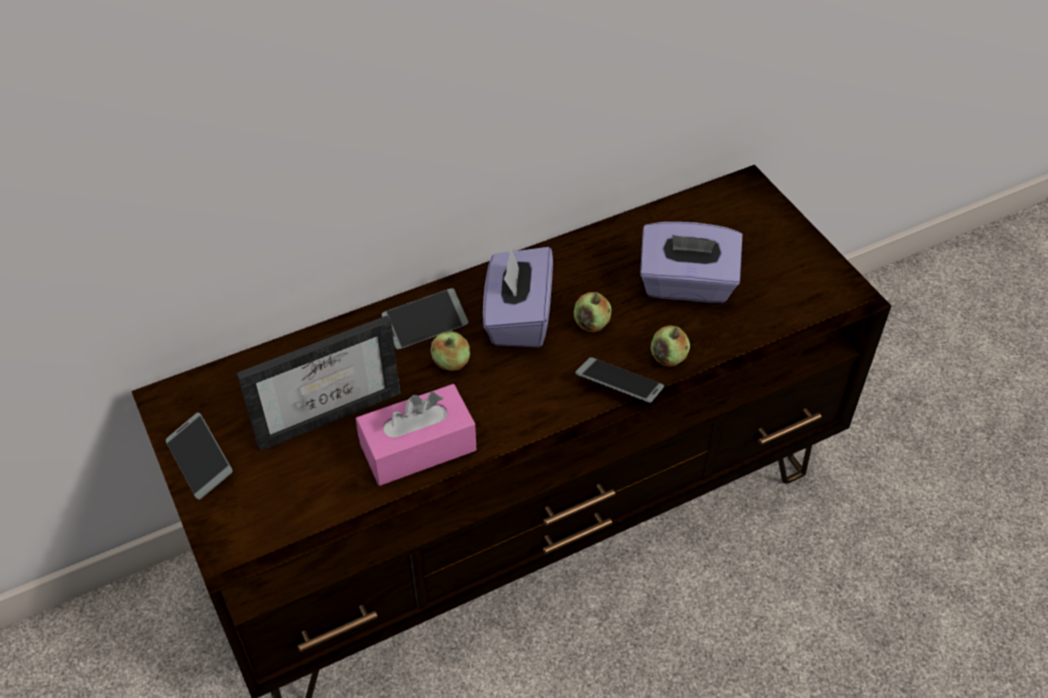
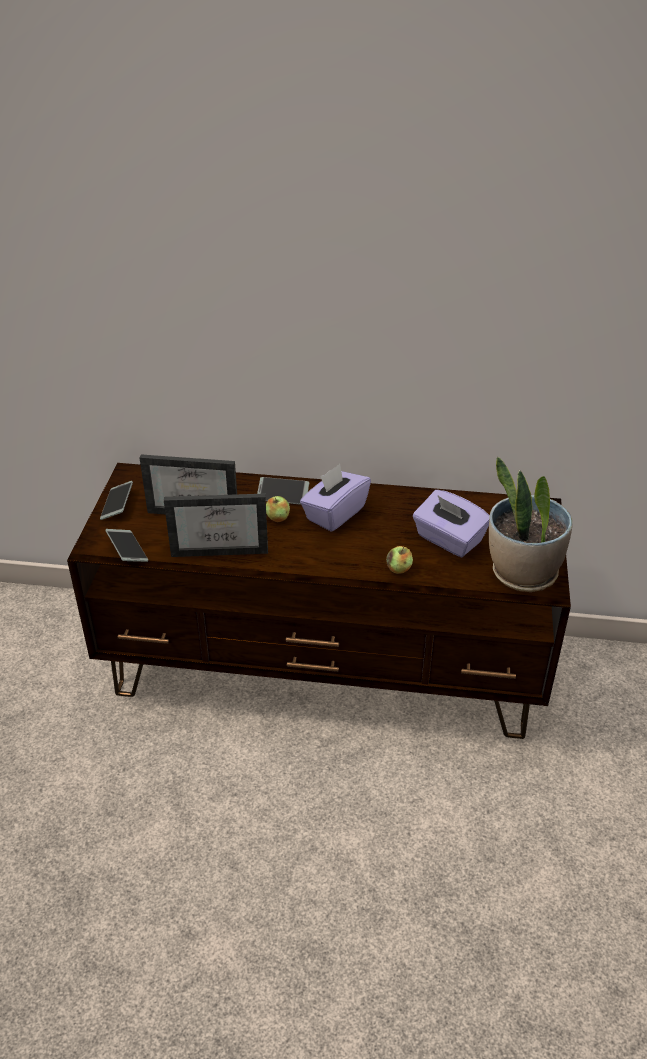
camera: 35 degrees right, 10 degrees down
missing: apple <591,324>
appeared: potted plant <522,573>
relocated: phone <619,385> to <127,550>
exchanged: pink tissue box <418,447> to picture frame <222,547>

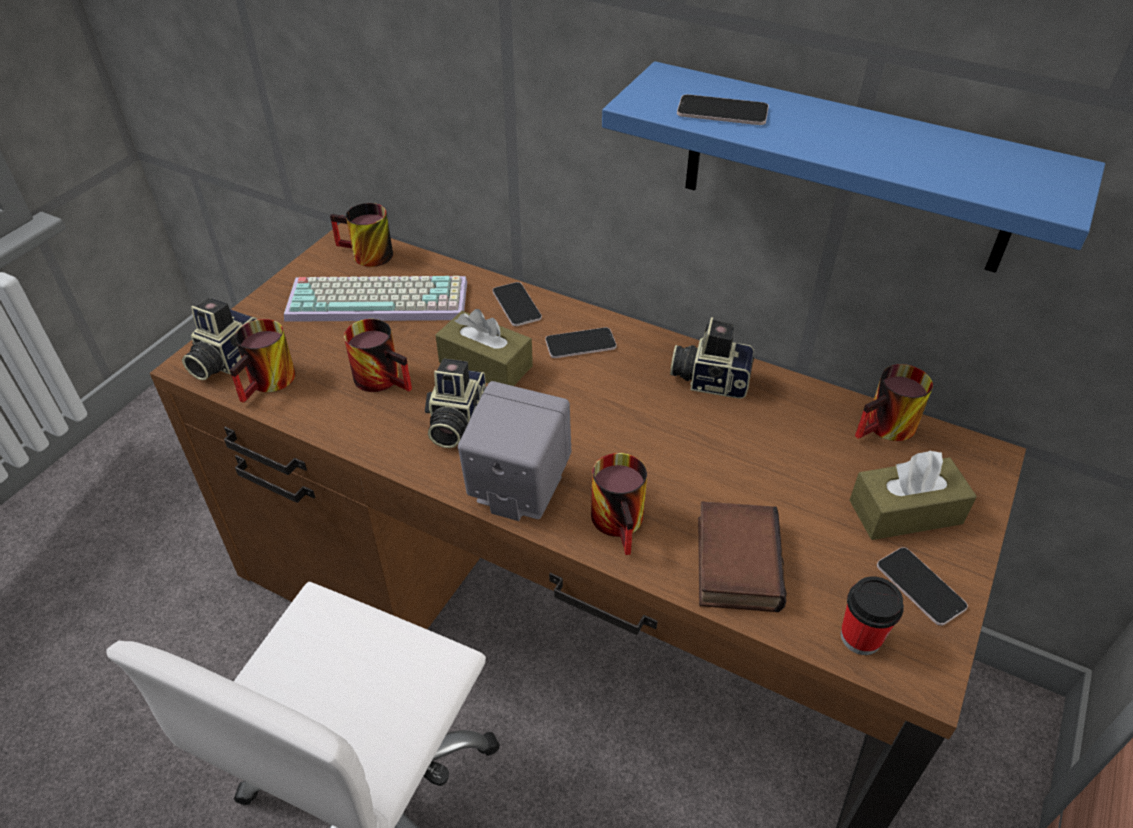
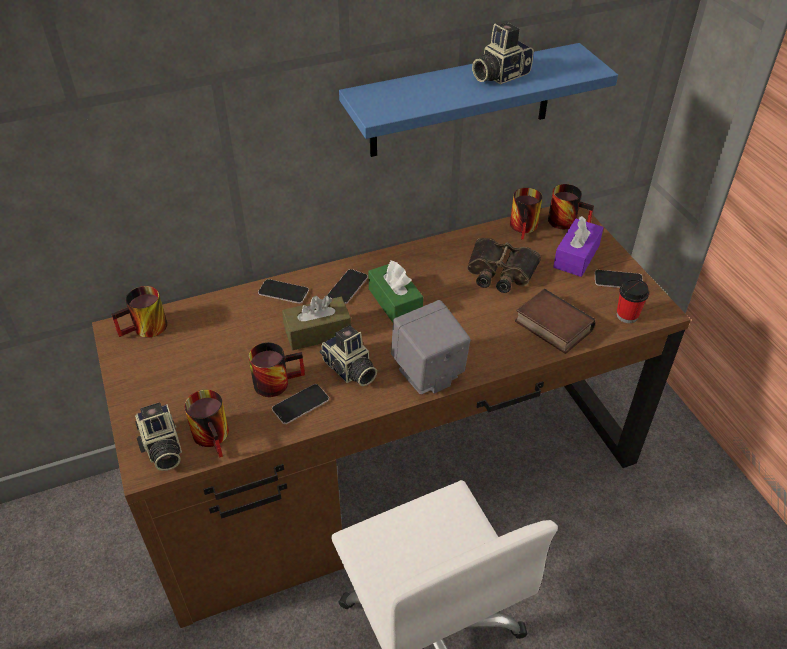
camera: 50 degrees left, 0 degrees up
missing: keyboard <380,299>
appeared: green tissue box <395,302>; binoculars <499,272>
relocated: phone <722,112> to <300,404>; photo camera <710,379> to <499,75>; mug <623,523> to <568,221>
colour: brown tissue box <905,512> to purple tissue box <576,256>

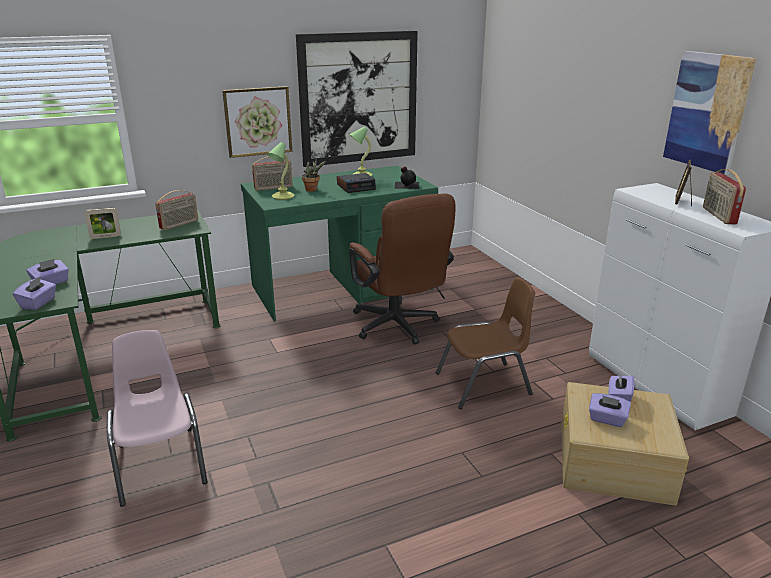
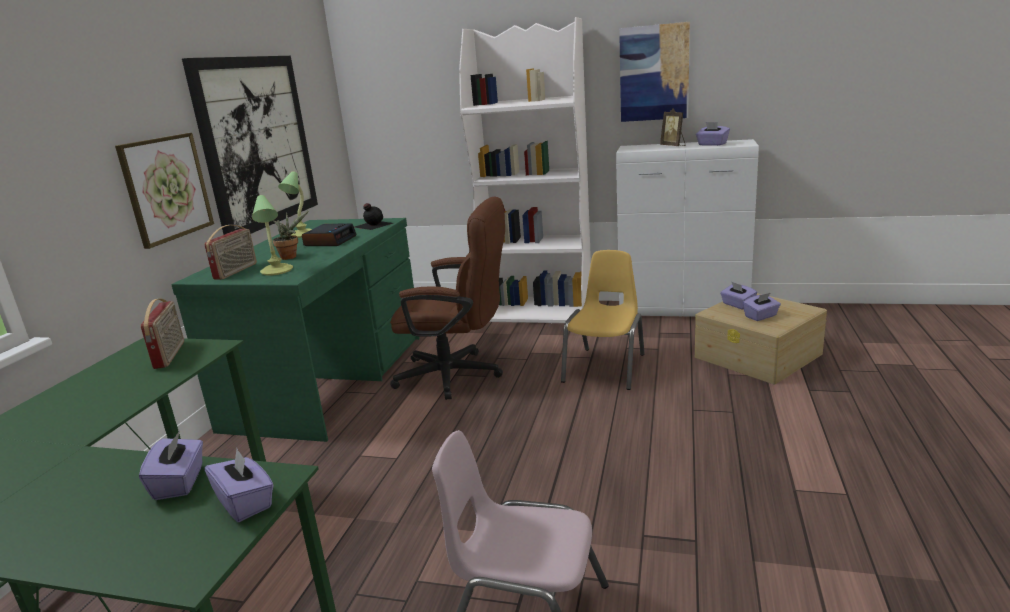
camera: 50 degrees left, 5 degrees down
missing: picture frame <105,237>
appeared: white bookcase <539,311>
exchanged: radio <718,216> to purple tissue box <712,144>
colour: brown chair <484,384> to yellow chair <605,368>

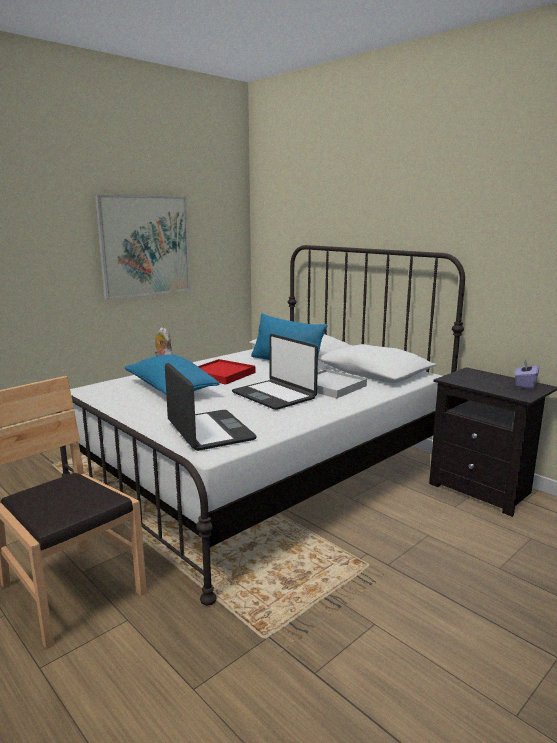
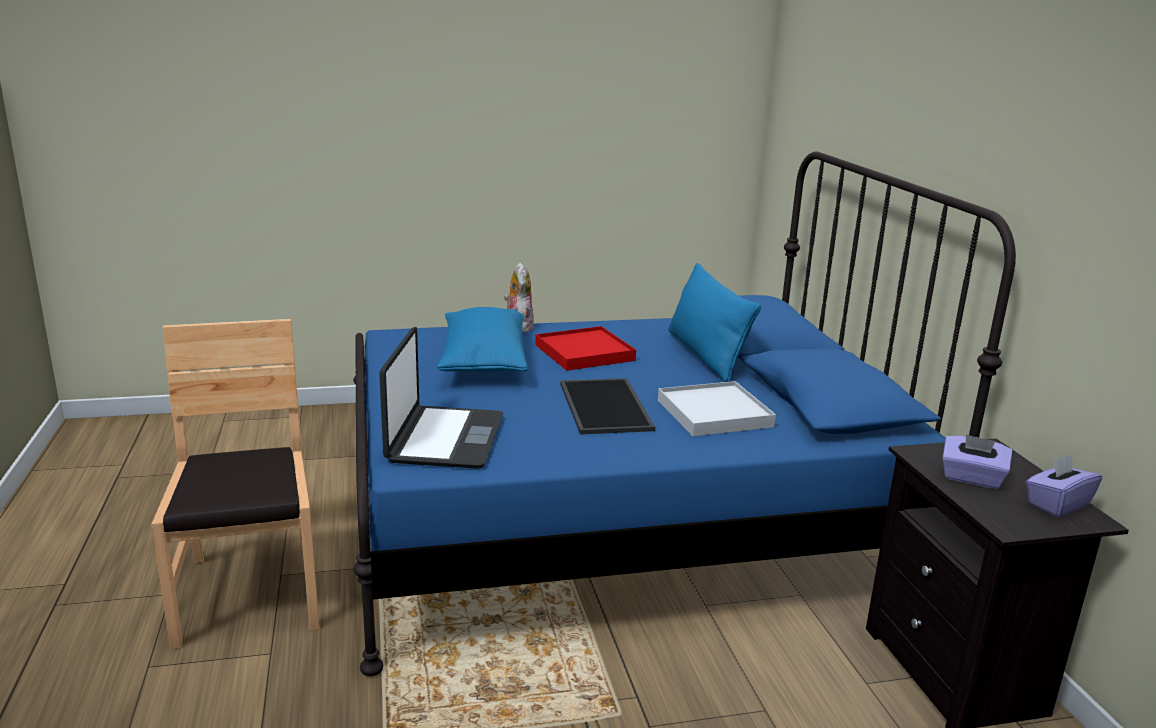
camera: 30 degrees right, 5 degrees up
missing: picture <145,246>
appeared: purple tissue box <971,479>
exchanged: laptop <274,395> to tray <607,407>
colour: white bed <264,473> to blue bed <618,521>

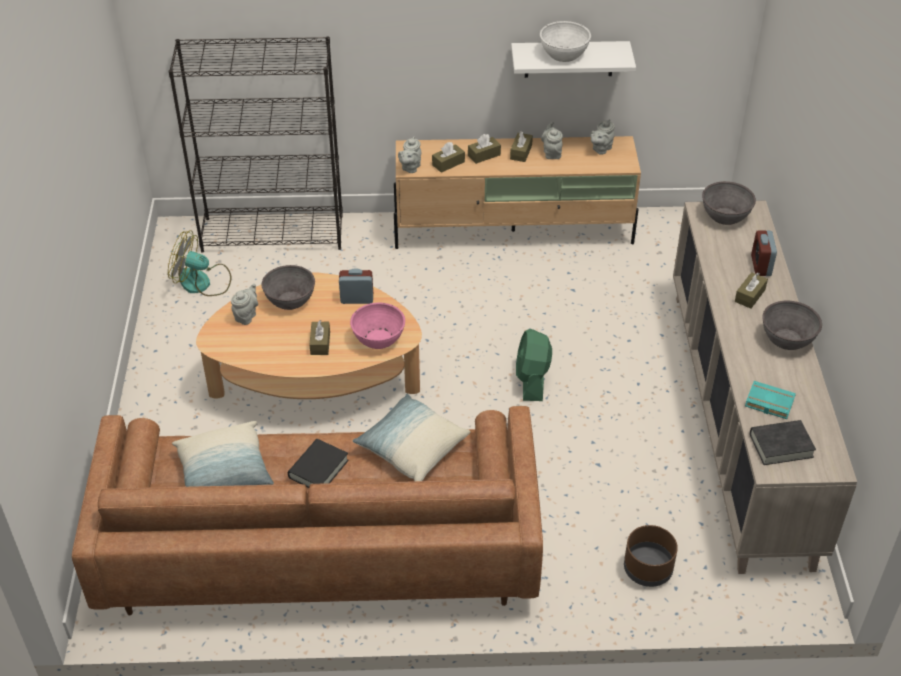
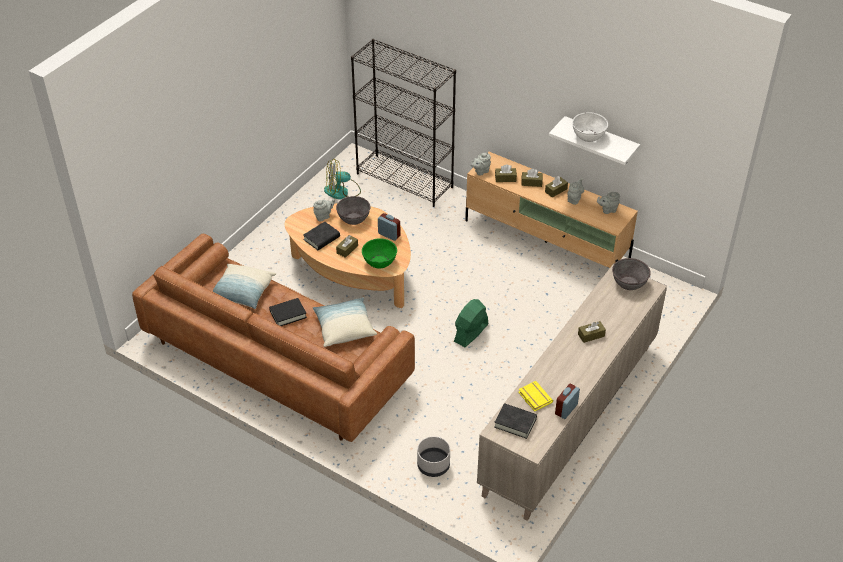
camera: 35 degrees right, 0 degrees up
missing: grey bowl <787,339>
appeared: black book <321,238>
relocated: alarm clock <761,266> to <566,409>
colour: pink bowl <378,338> to green bowl <379,262>; brown planter <648,569> to grey planter <433,466>; turquoise book <768,403> to yellow book <533,397>
spun: fan <202,283> = <342,191> 60 degrees counterclockwise

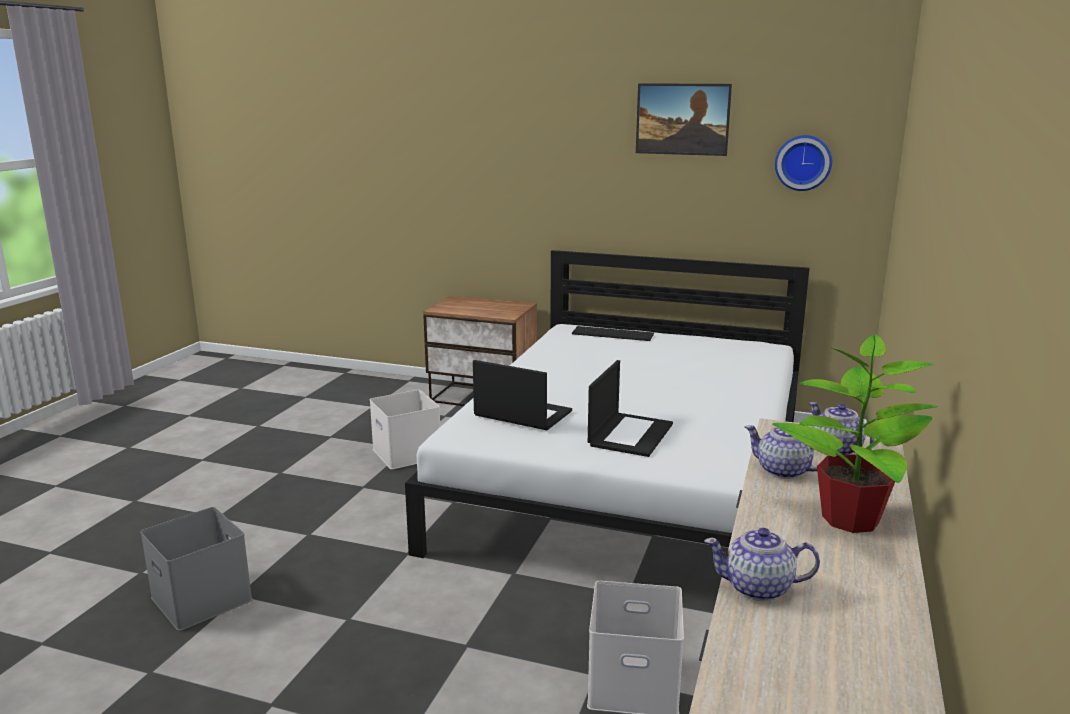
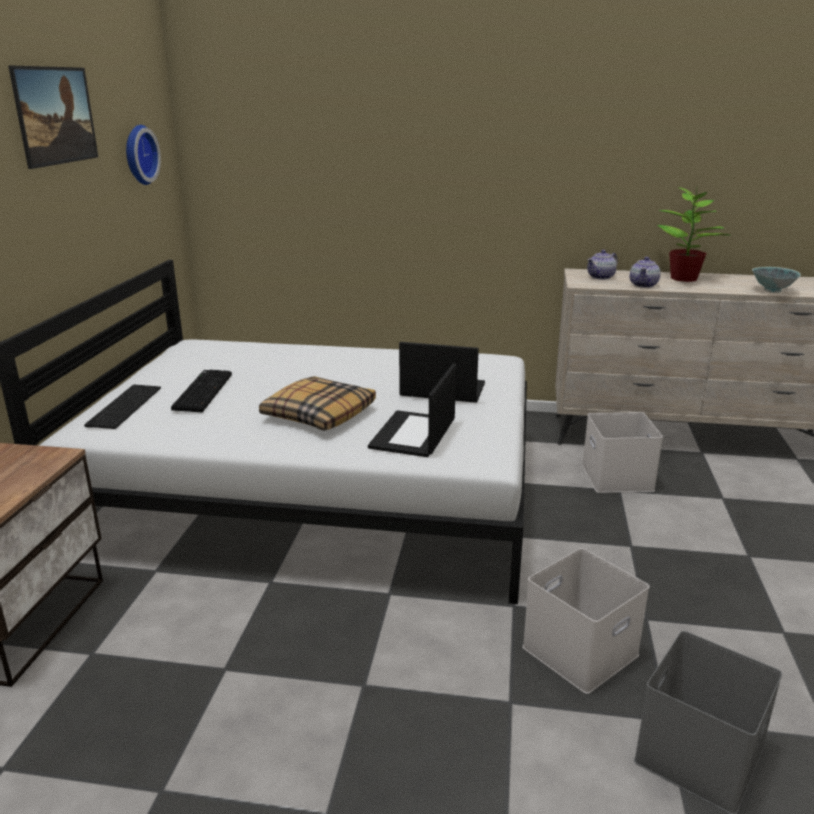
camera: 100 degrees left, 5 degrees up
appeared: keyboard <202,391>; pillow <318,415>
relocated: white storage box <408,453> to <580,649>
exchanged: teapot <759,588> to bowl <772,290>

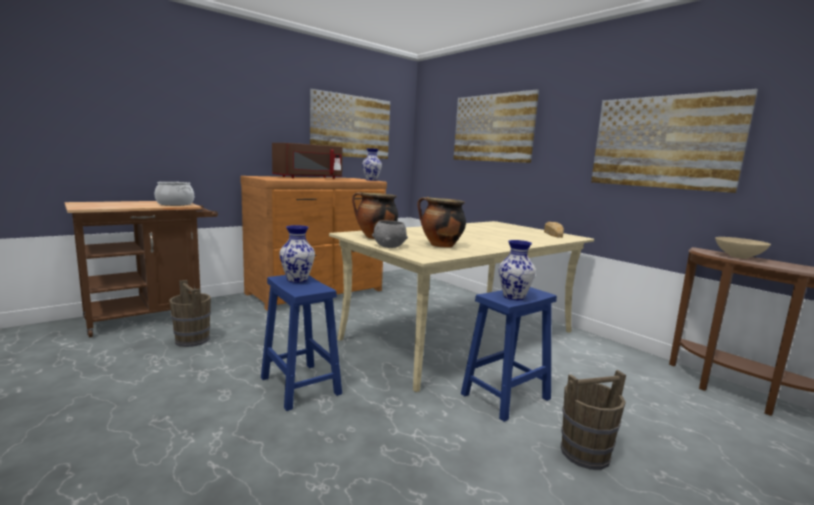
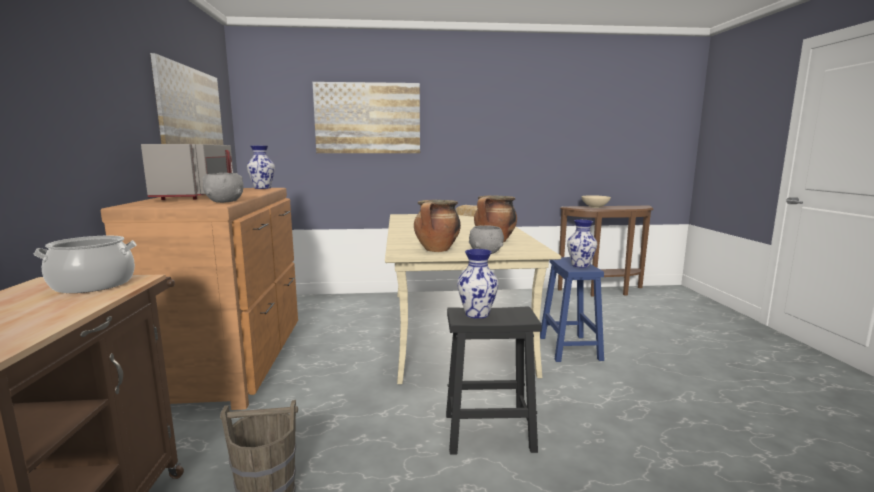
camera: 55 degrees left, 0 degrees up
missing: brown bucket <585,453>; picture <663,142>
appeared: grey bowl <225,201>
colour: brown microwave <309,178> to grey microwave <198,195>; blue stool <299,385> to black stool <487,432>

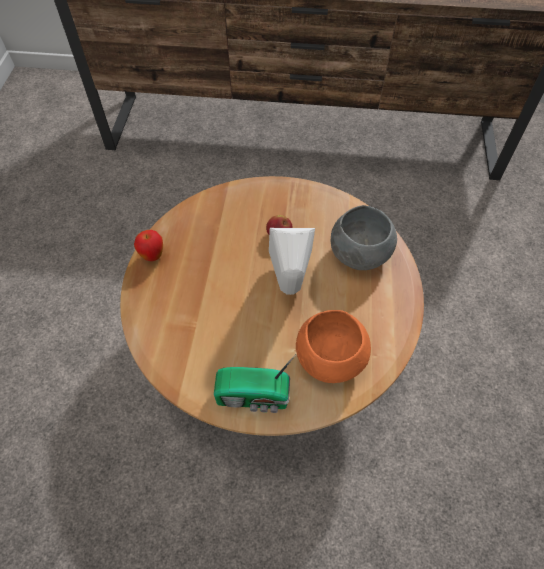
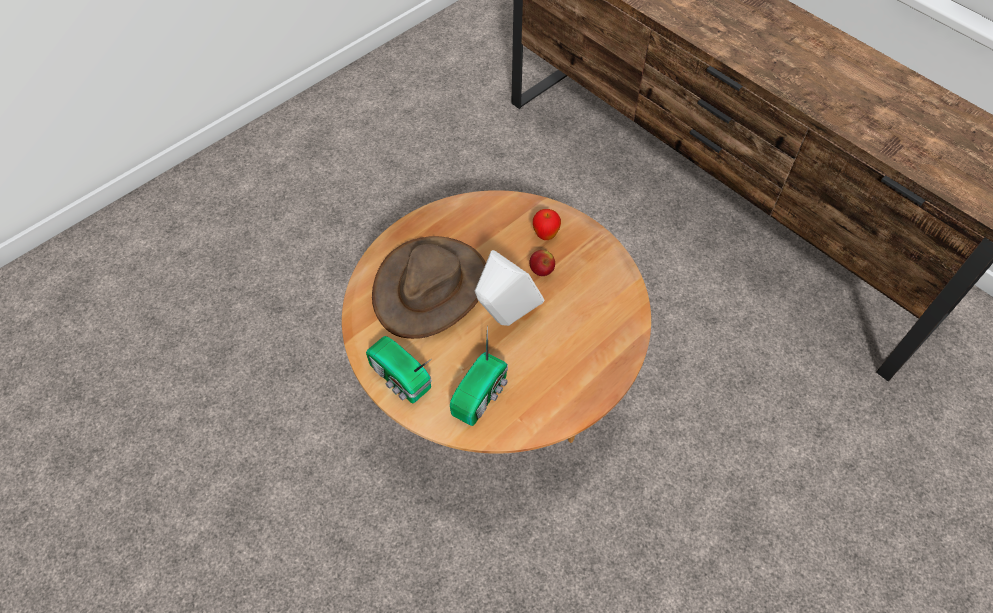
camera: 40 degrees right, 0 degrees up
missing: grey bowl <359,254>
appeared: brown hat <430,287>
relocated: apple <152,256> to <545,235>
exchanged: orange bowl <329,359> to radio <482,394>

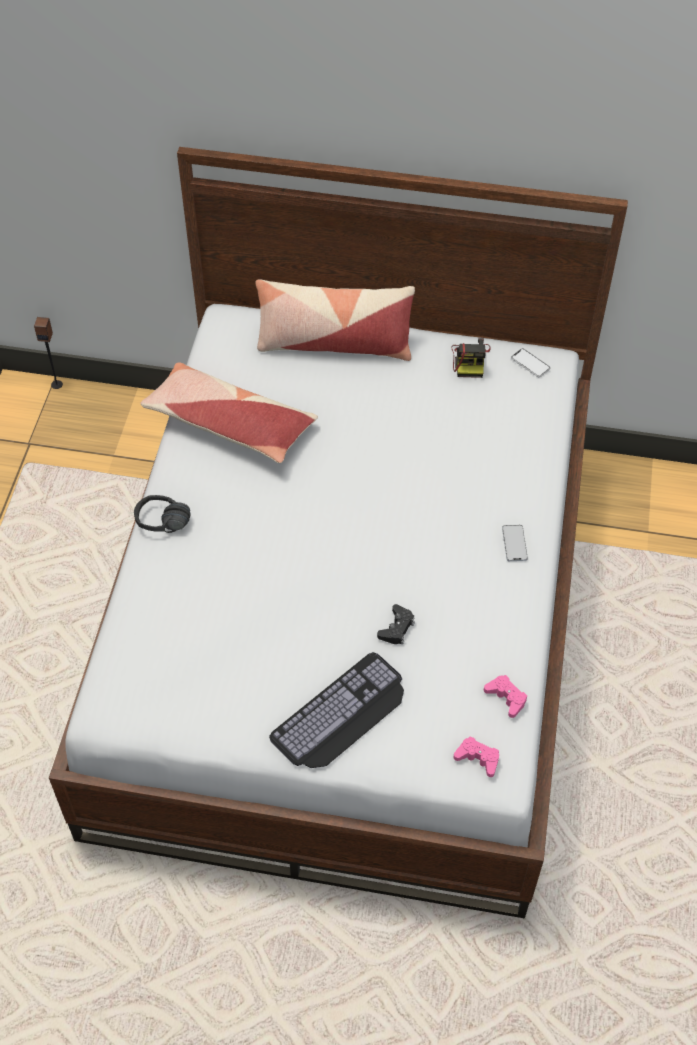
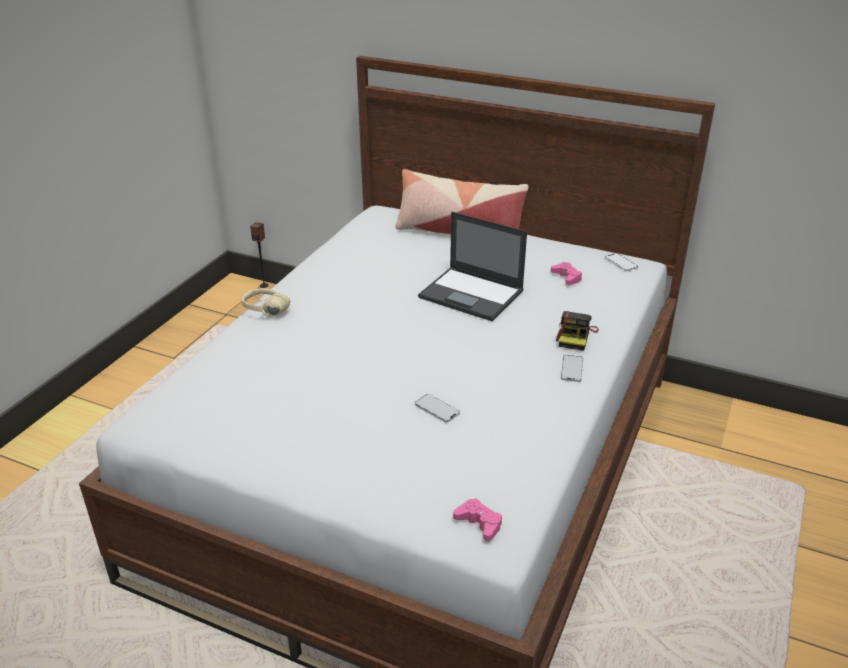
camera: 15 degrees right, 20 degrees down
missing: pillow <229,423>; keyboard <342,715>
appeared: laptop <472,294>
relocated: pink game controller <506,698> to <566,277>; photo camera <470,360> to <575,336>
exchanged: black game controller <396,628> to phone <437,409>
colour: black headphones <161,528> to beige headphones <262,313>

